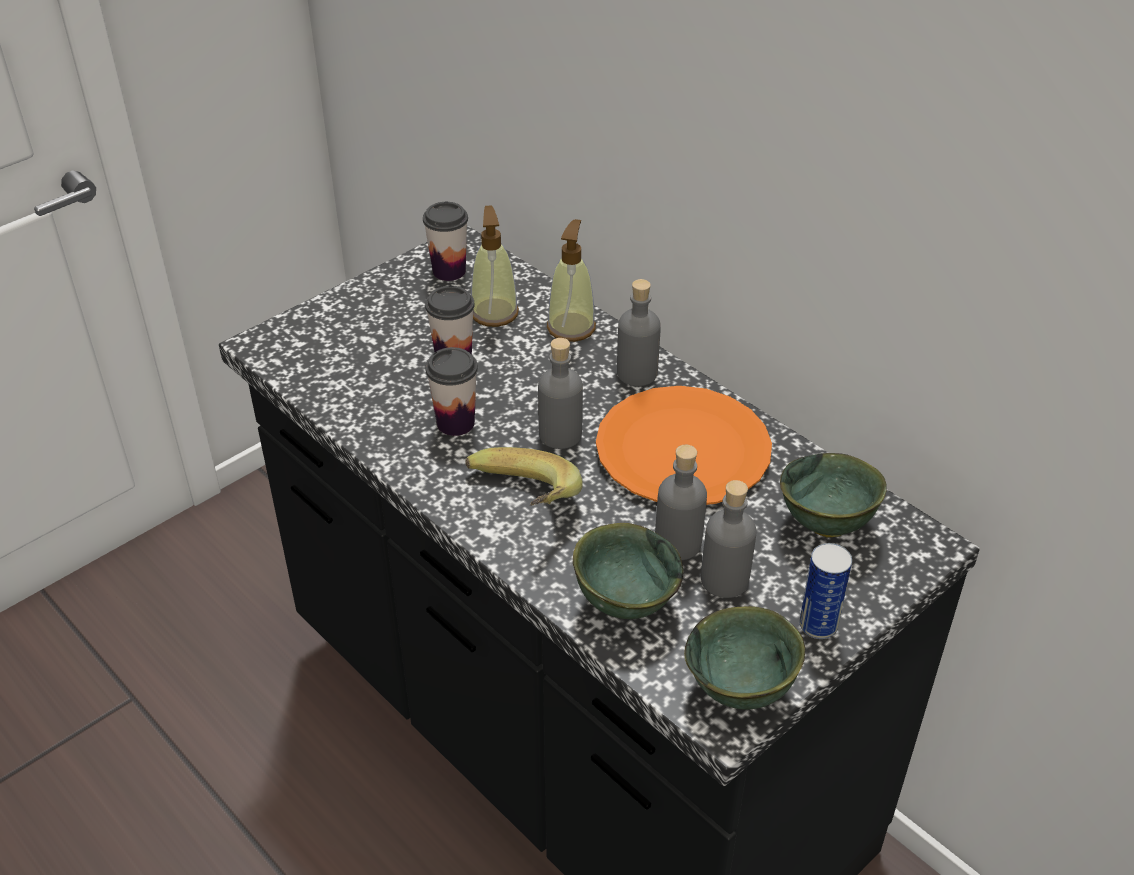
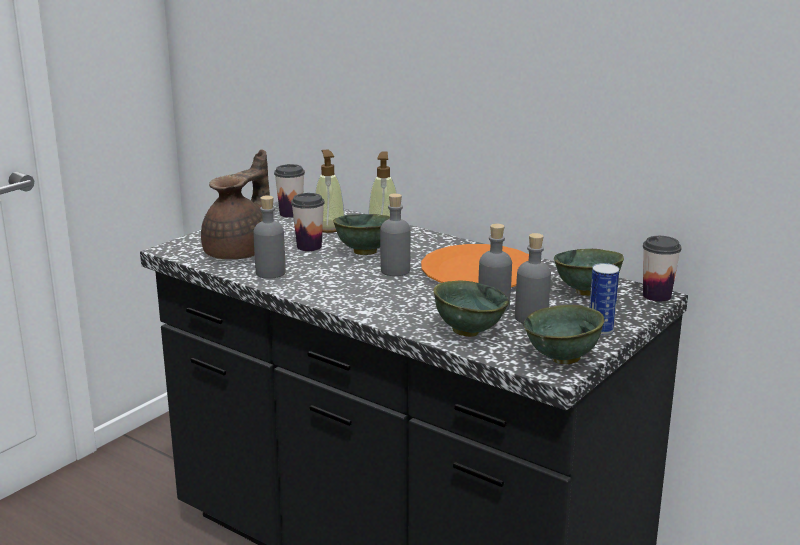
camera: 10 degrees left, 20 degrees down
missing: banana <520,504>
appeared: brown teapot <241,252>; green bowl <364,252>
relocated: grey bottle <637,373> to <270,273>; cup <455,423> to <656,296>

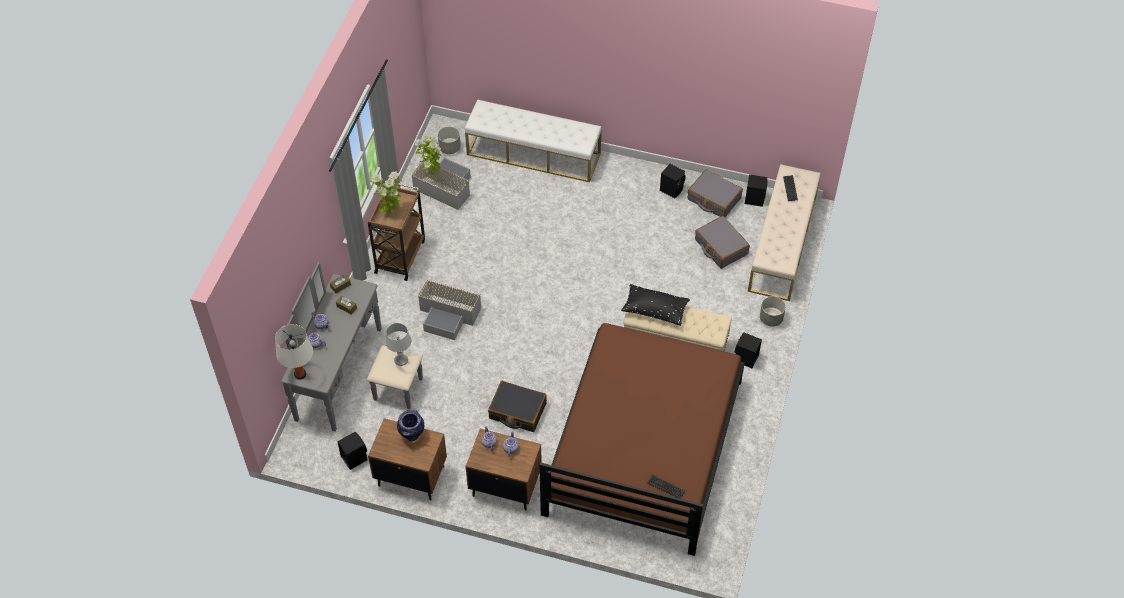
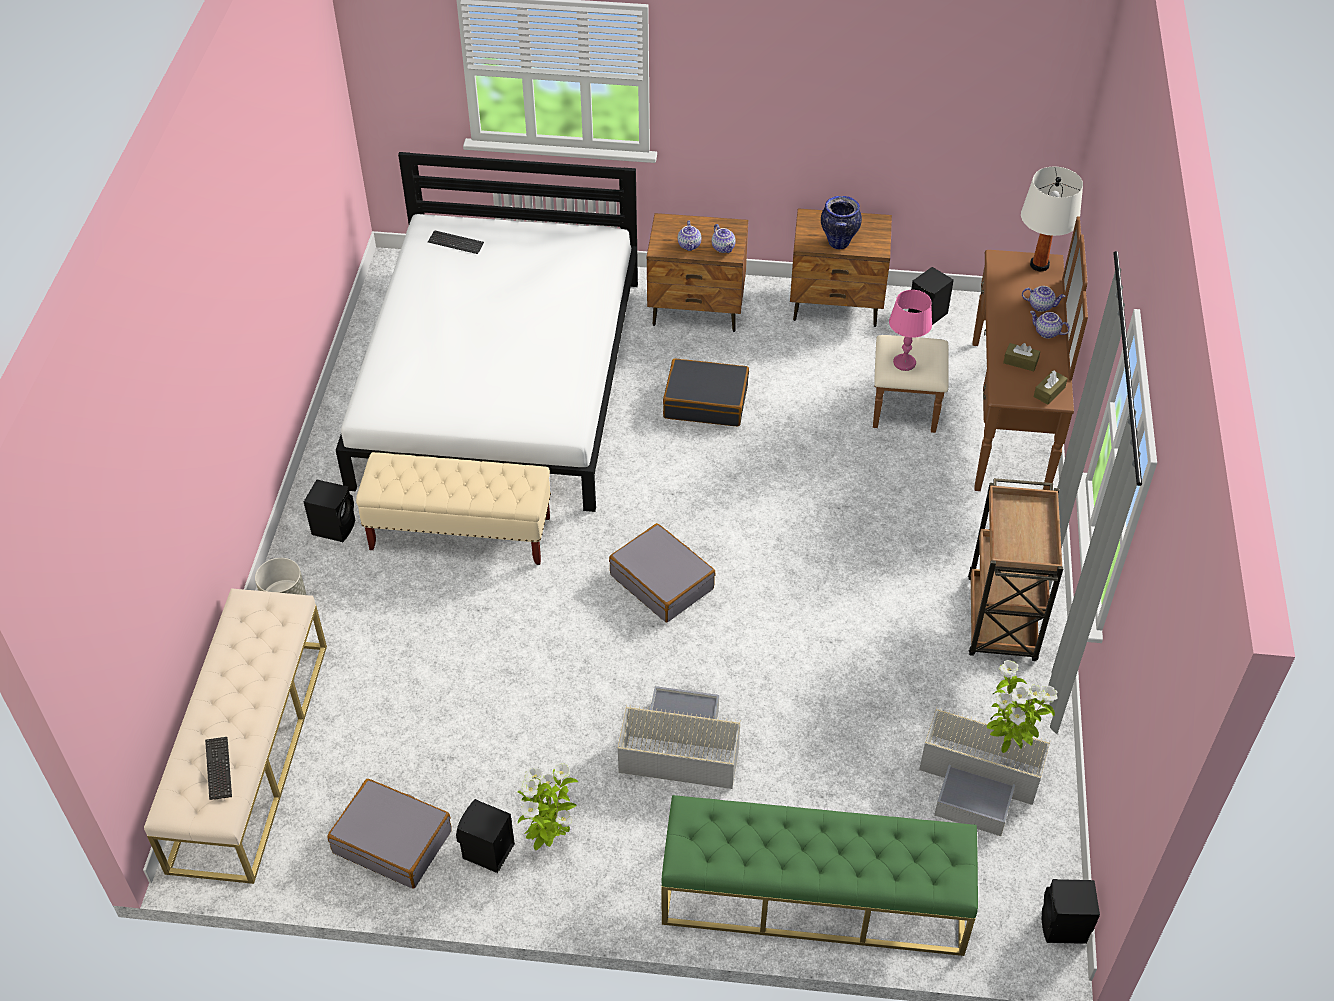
camera: 170 degrees right, 5 degrees down
missing: grey planter <449,148>; black pillow <654,310>
relocated: potted plant <390,212> to <548,840>; grey suitcase <720,247> to <662,582>; grey storage box <449,315> to <678,748>; black speaker <754,198> to <1064,928>
colour: brown bed <643,447> to white bed <501,380>; white bench <534,154> to green bench <813,897>; grey dresser <353,377> to brown dresser <984,415>; grey table lamp <401,360> to pink table lamp <904,363>

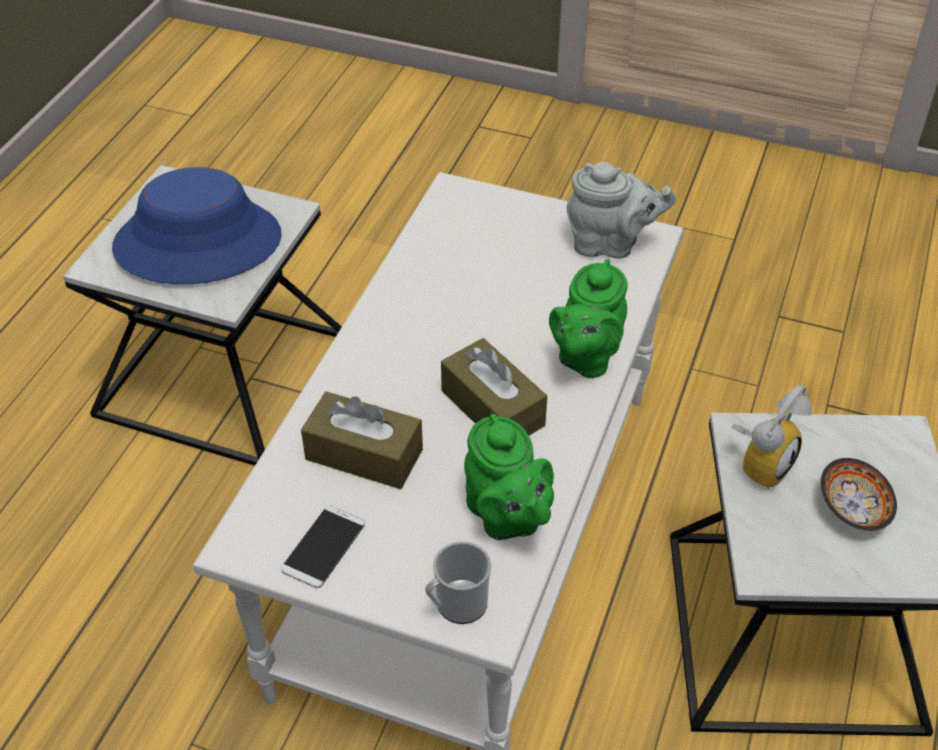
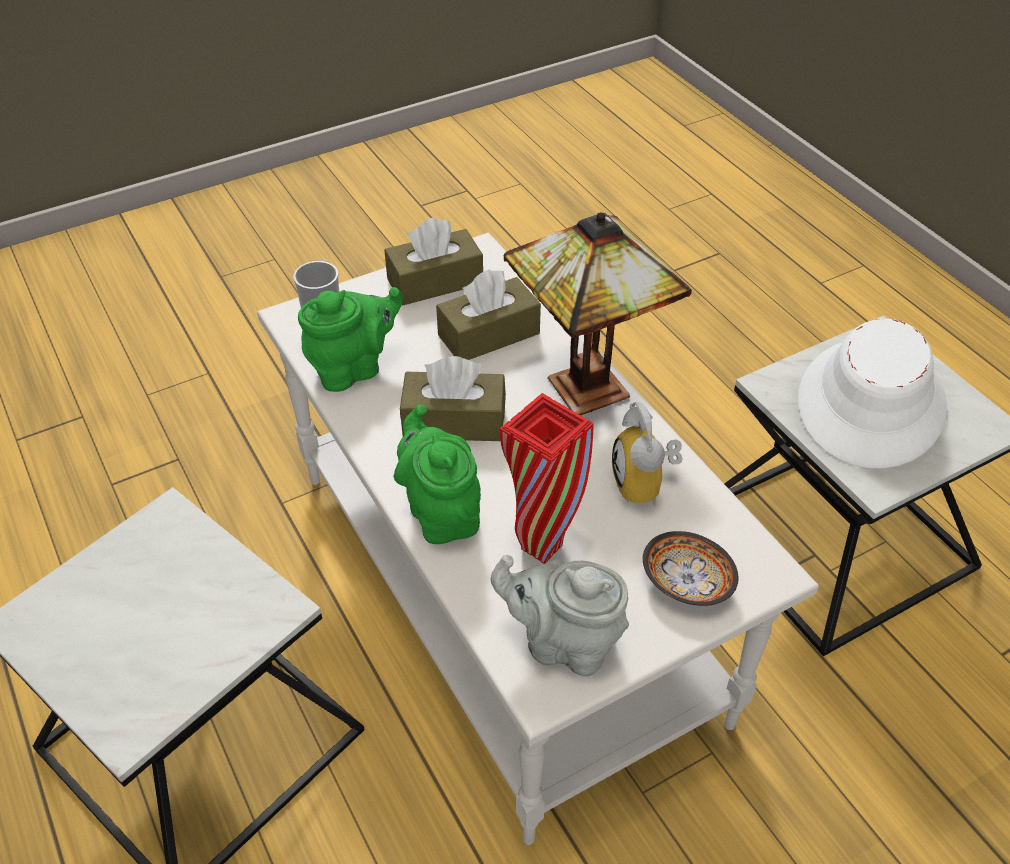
camera: 130 degrees right, 0 degrees up
appeared: red vase <541,547>; table lamp <582,385>
relocated: alarm clock <760,462> to <646,486>; bowl <852,508> to <686,583>
exchanged: phone <324,547> to brown tissue box <435,282>
colour: blue hat <198,242> to white hat <871,404>
spun: green teapot <506,517> = <353,369> 135 degrees clockwise; grey teapot <610,244> = <563,643> 60 degrees clockwise

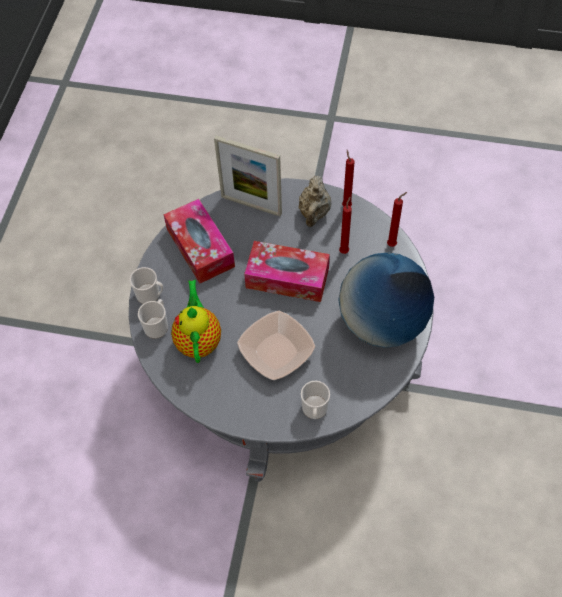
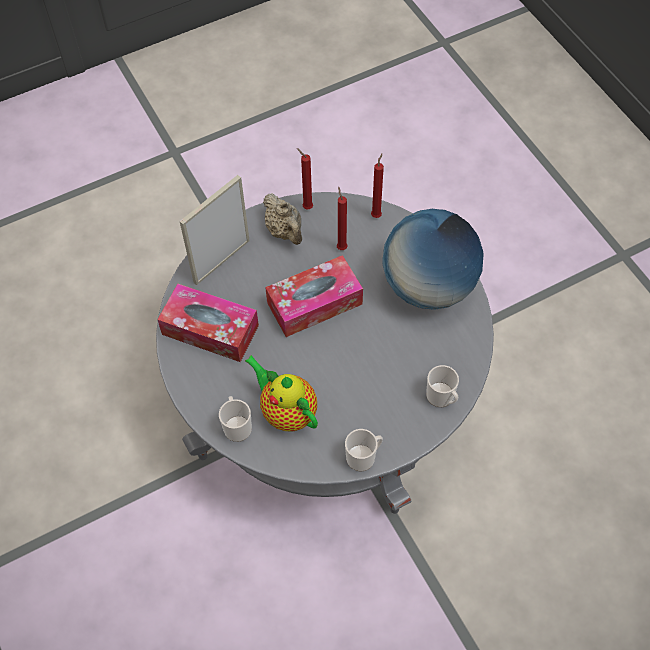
camera: 40 degrees left, 0 degrees up
missing: bowl <276,351>
relocated: mug <150,295> to <363,457>
spun: picture frame <251,205> = <221,261> 150 degrees clockwise

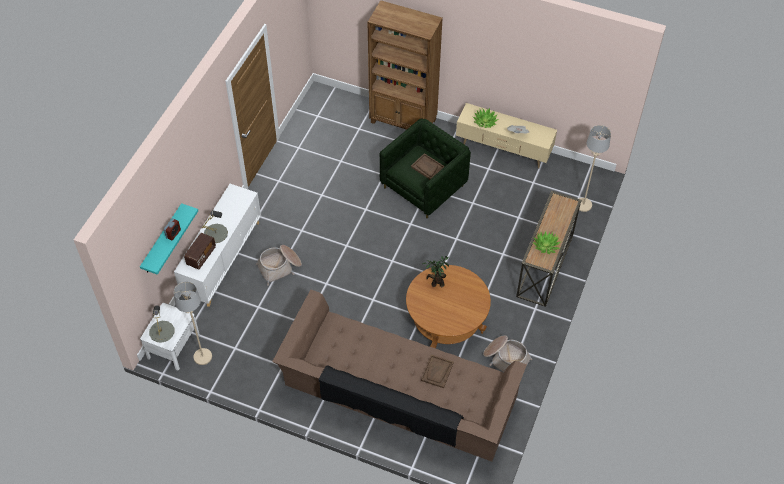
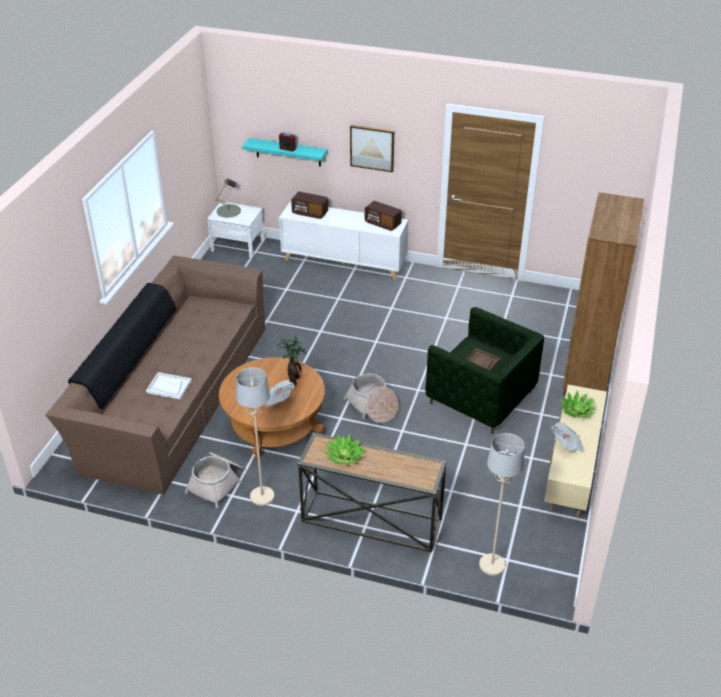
camera: 85 degrees right, 15 degrees down
missing: grey table lamp <215,233>
appeared: newspaper <277,400>; picture <372,147>; radio <382,224>
relocated: beige floor lamp <202,357> to <261,496>; basket <280,267> to <372,406>
colour: brown tray <437,372> to white tray <169,387>

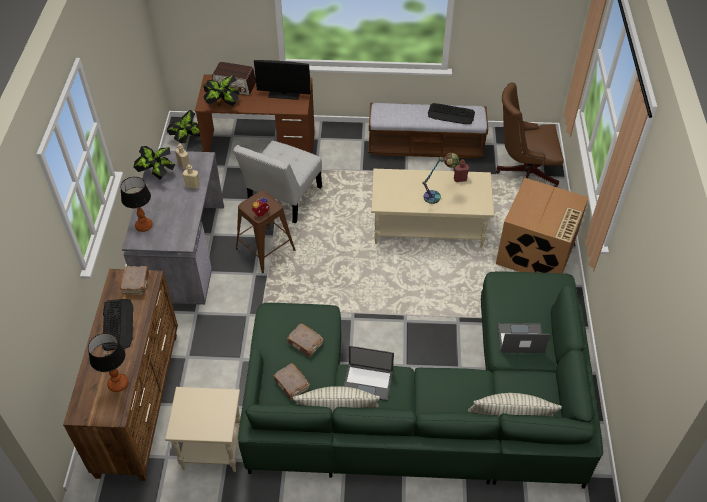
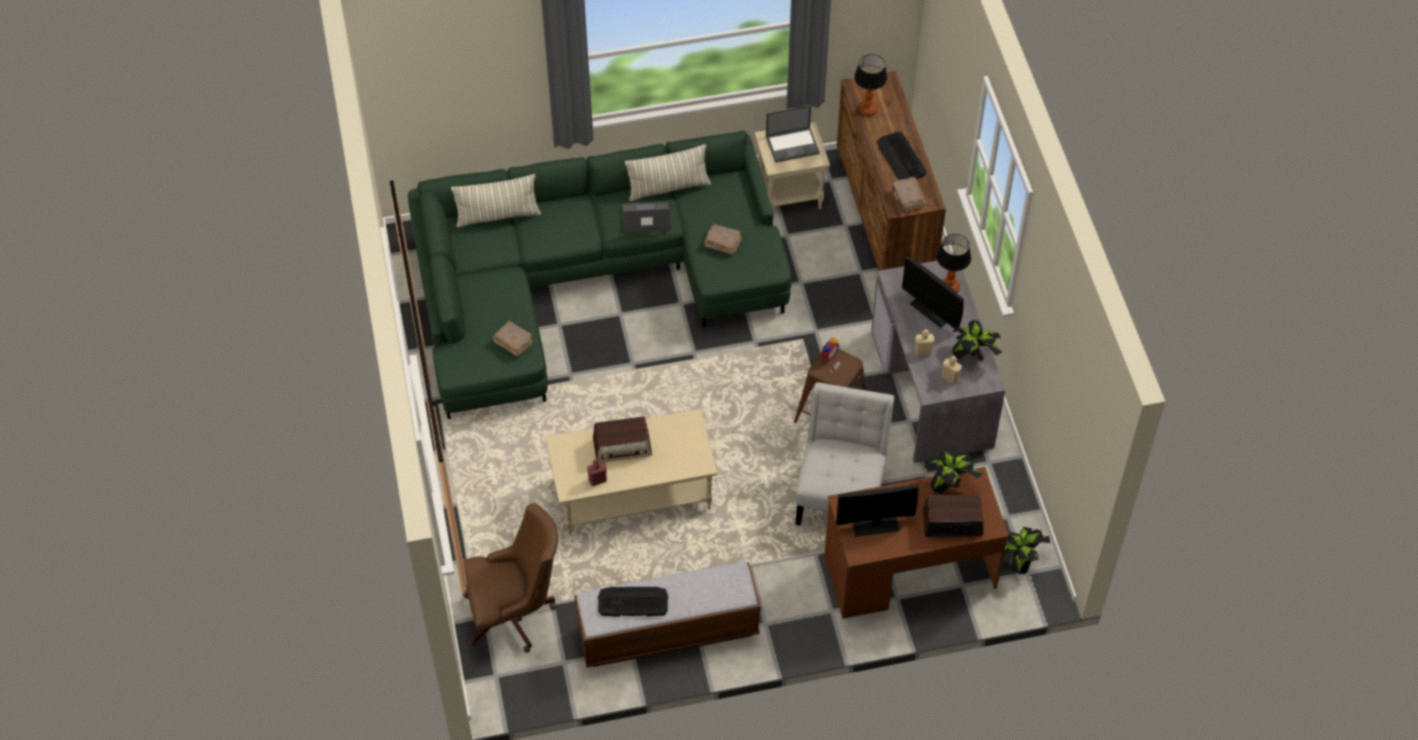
camera: 165 degrees right, 5 degrees up
missing: cardboard box <536,253>
appeared: monitor <931,310>
relocated: brown book <291,385> to <513,342>; laptop <520,339> to <793,144>
exchanged: table lamp <437,196> to radio <622,447>

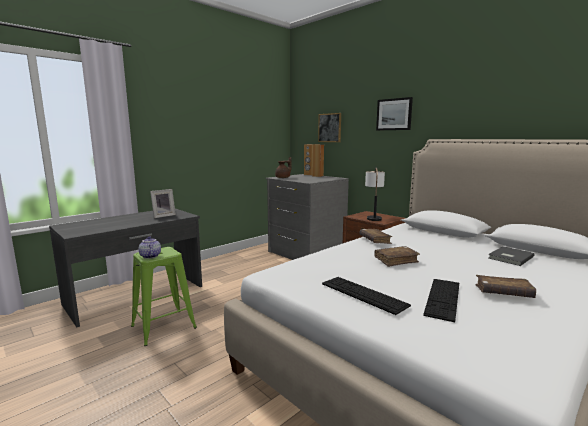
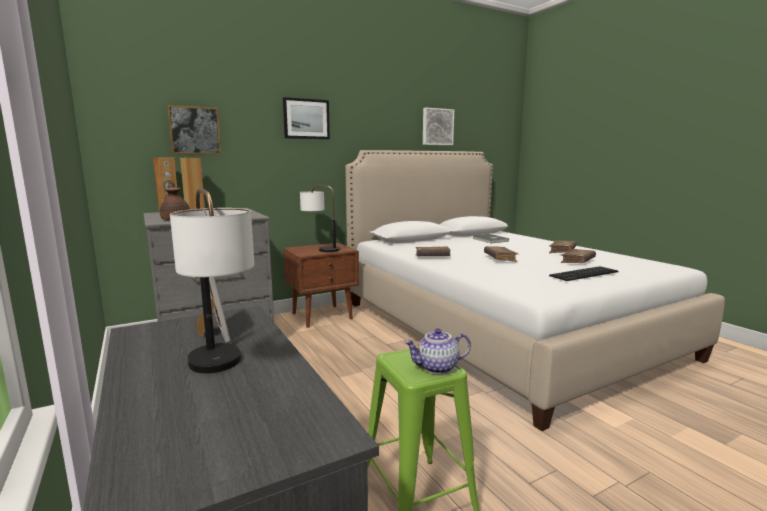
camera: 75 degrees left, 0 degrees up
appeared: table lamp <220,371>; picture <437,127>
exchanged: keyboard <443,298> to brown book <577,261>

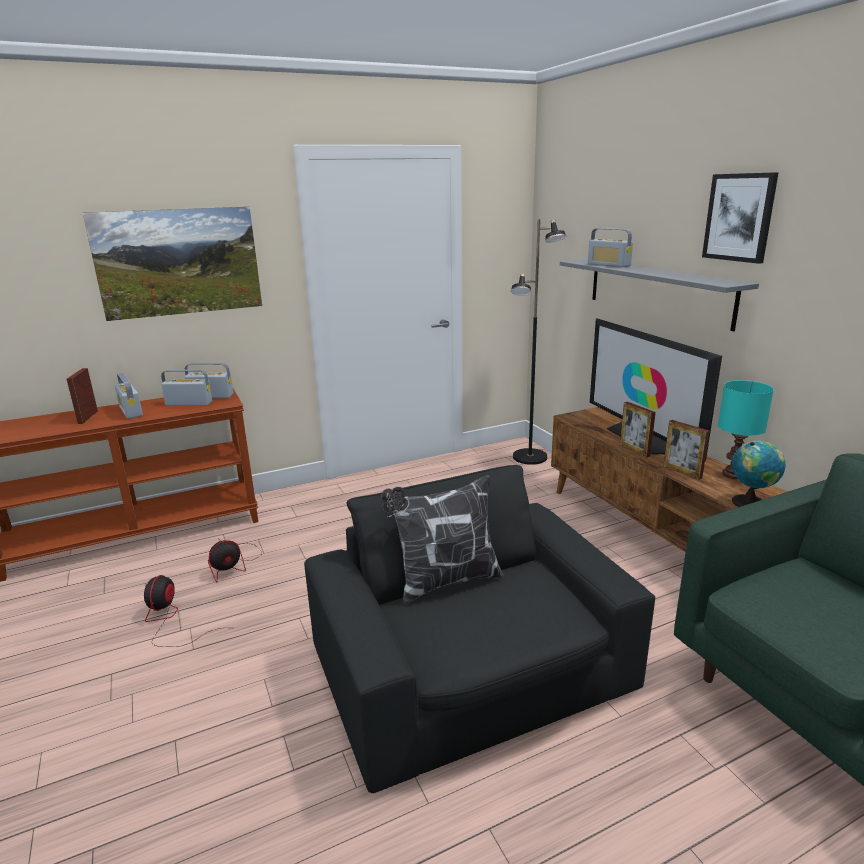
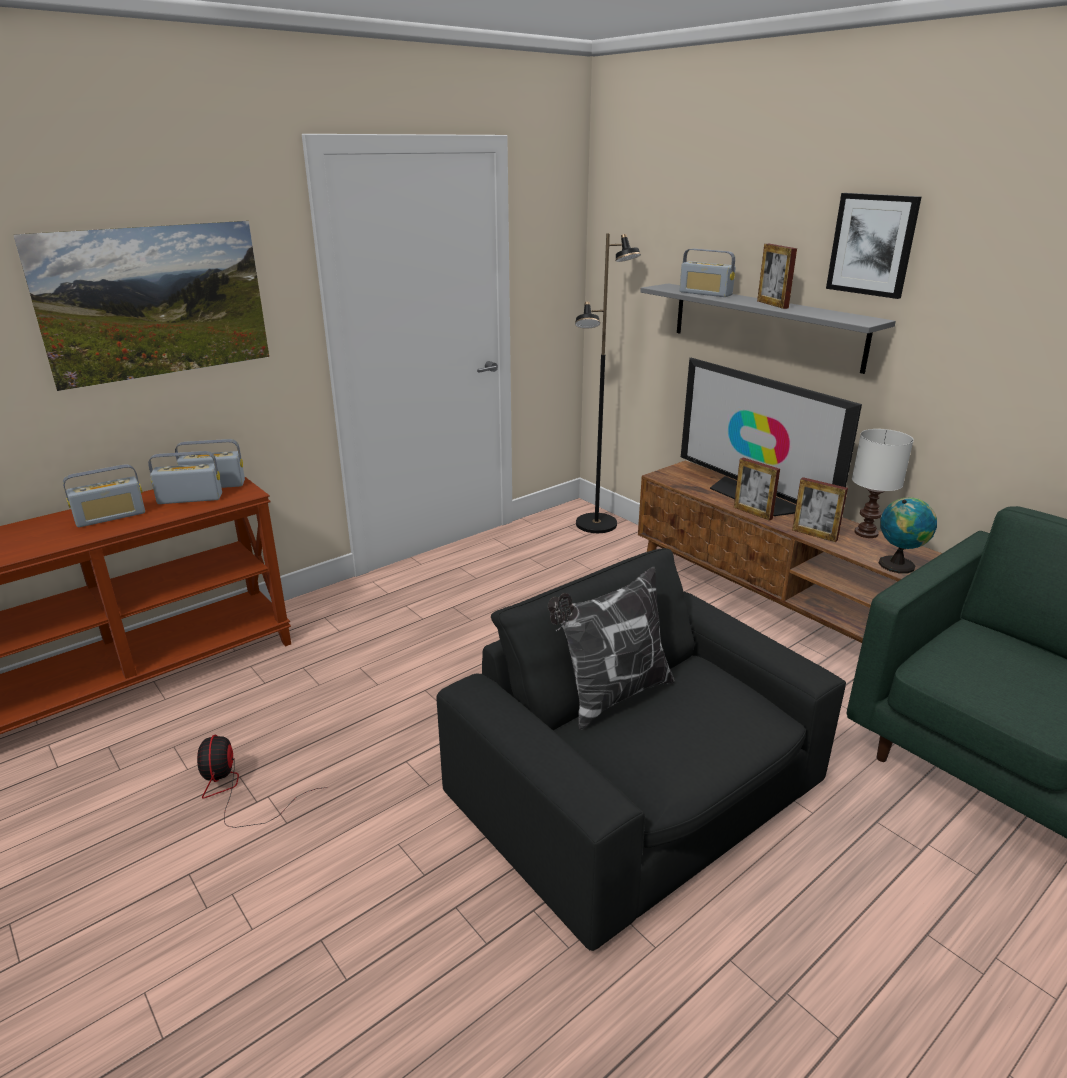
camera: 15 degrees left, 5 degrees up
missing: fan <233,564>
relocated: picture frame <88,417> to <772,304>
colour: turquoise table lamp <733,474> to white table lamp <866,533>
spun: radio <131,411> = <110,517> 75 degrees counterclockwise

